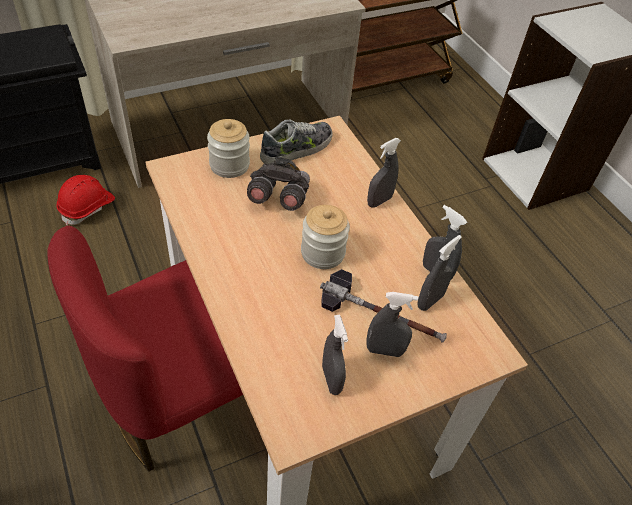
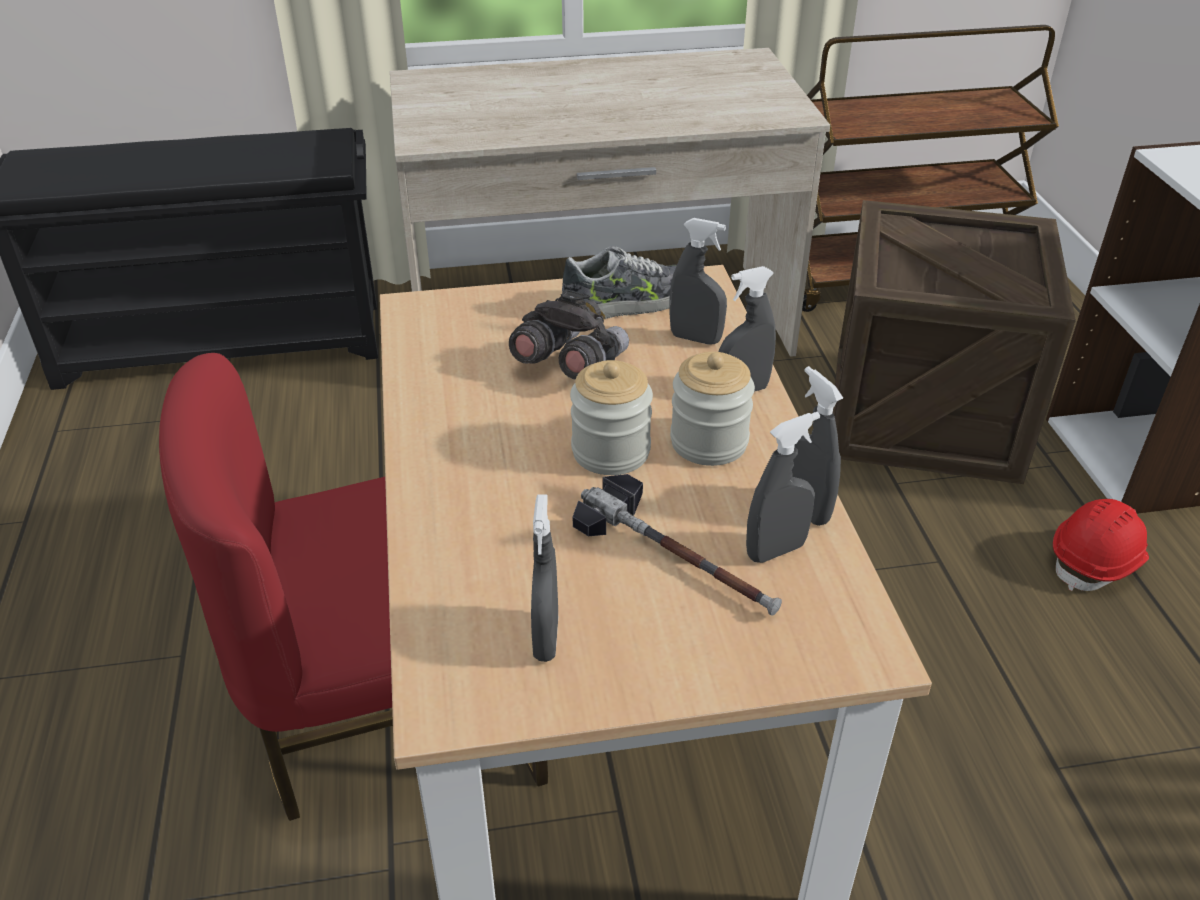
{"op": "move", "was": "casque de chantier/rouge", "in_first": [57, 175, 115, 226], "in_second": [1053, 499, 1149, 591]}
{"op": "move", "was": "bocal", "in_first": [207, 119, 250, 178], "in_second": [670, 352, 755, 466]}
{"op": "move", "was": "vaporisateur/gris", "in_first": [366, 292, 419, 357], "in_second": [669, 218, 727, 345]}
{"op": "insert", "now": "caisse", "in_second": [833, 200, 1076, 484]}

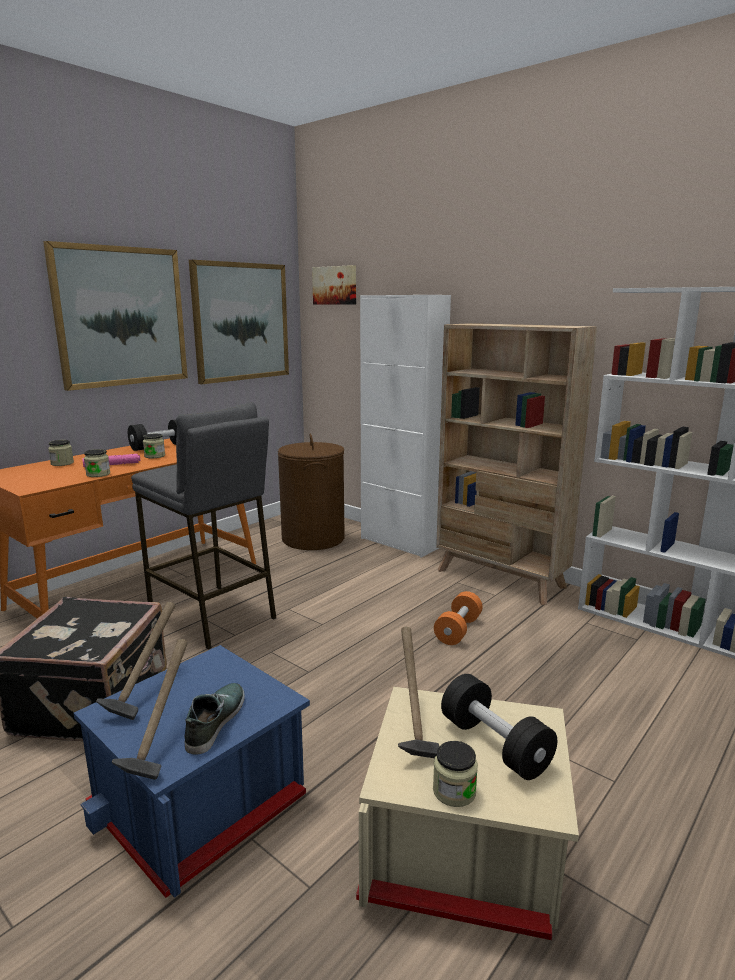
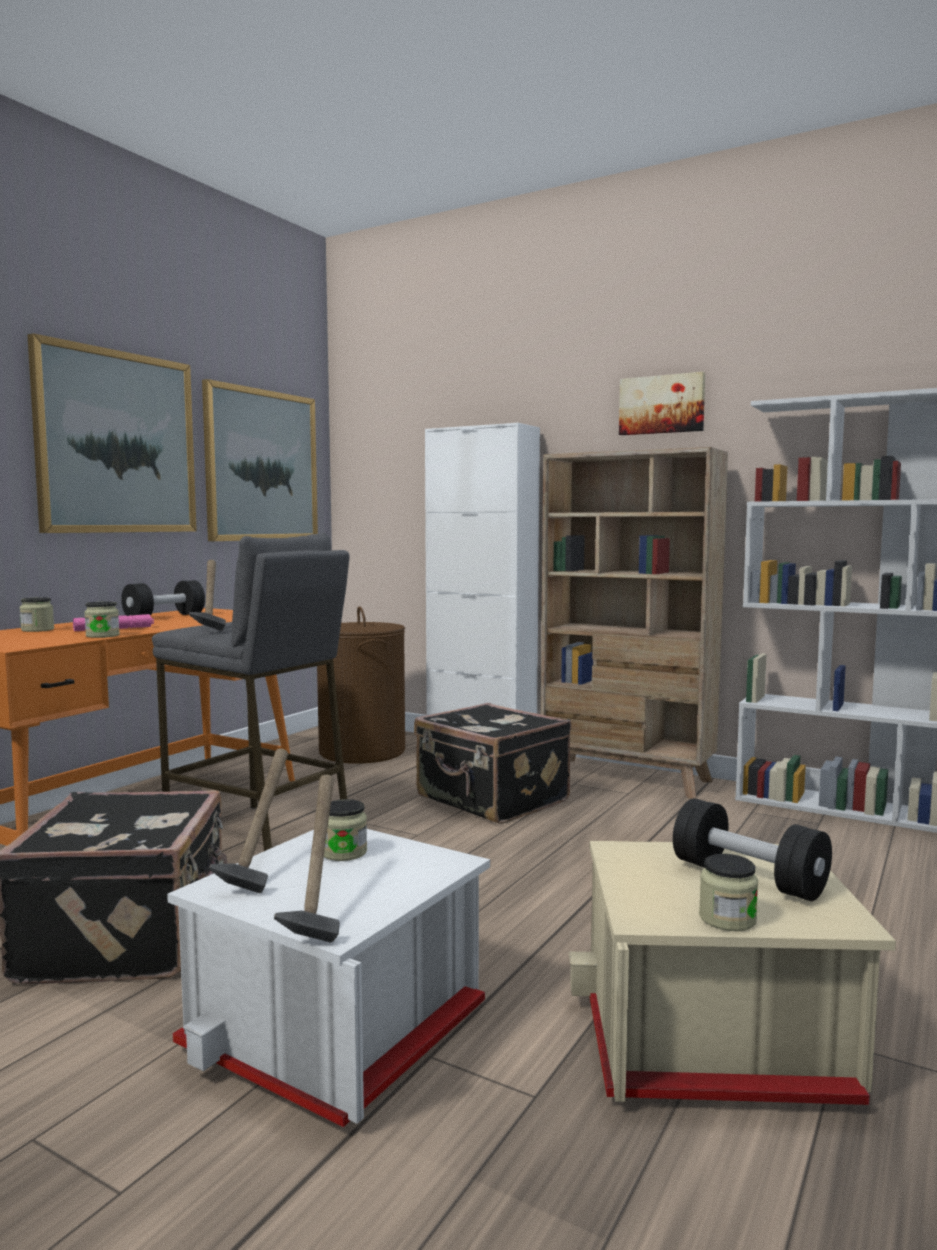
{"op": "recolor", "was": "boîte de rangement/bleu", "now": "boîte de rangement/blanc", "in_first": [73, 645, 310, 898], "in_second": [167, 829, 490, 1127]}
{"op": "move", "was": "bocal", "in_first": [143, 434, 165, 458], "in_second": [324, 799, 367, 861]}
{"op": "delete", "was": "chaussure", "in_first": [185, 683, 245, 755]}
{"op": "move", "was": "tableau", "in_first": [312, 265, 356, 305], "in_second": [619, 372, 705, 435]}
{"op": "move", "was": "marteau", "in_first": [398, 627, 439, 758], "in_second": [189, 560, 226, 631]}
{"op": "delete", "was": "haltère/orange", "in_first": [434, 591, 483, 645]}
{"op": "insert", "now": "valise/noir", "in_second": [414, 703, 571, 824]}

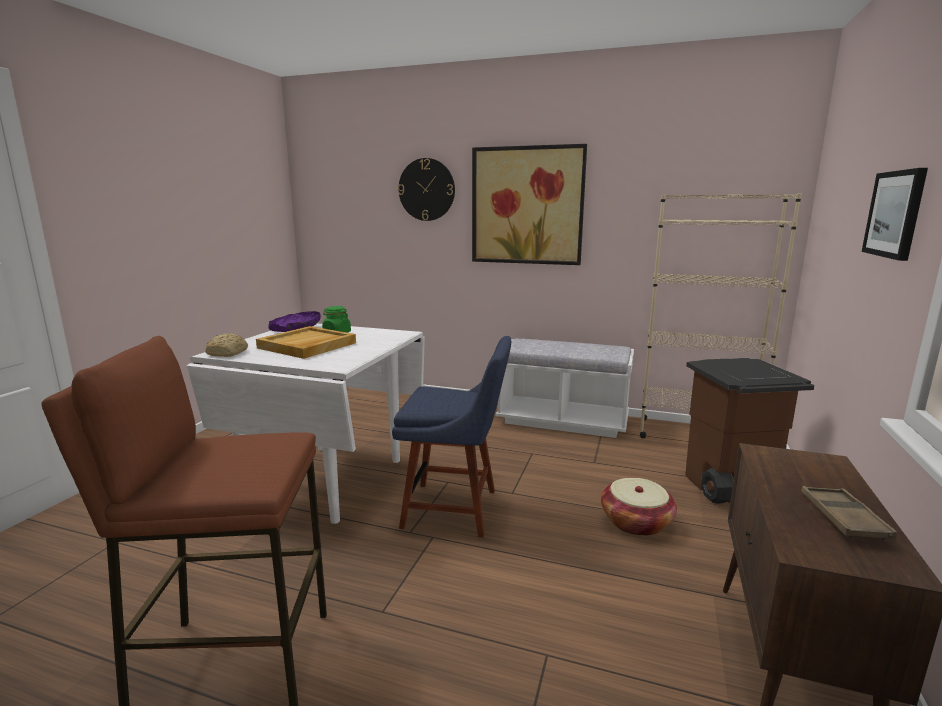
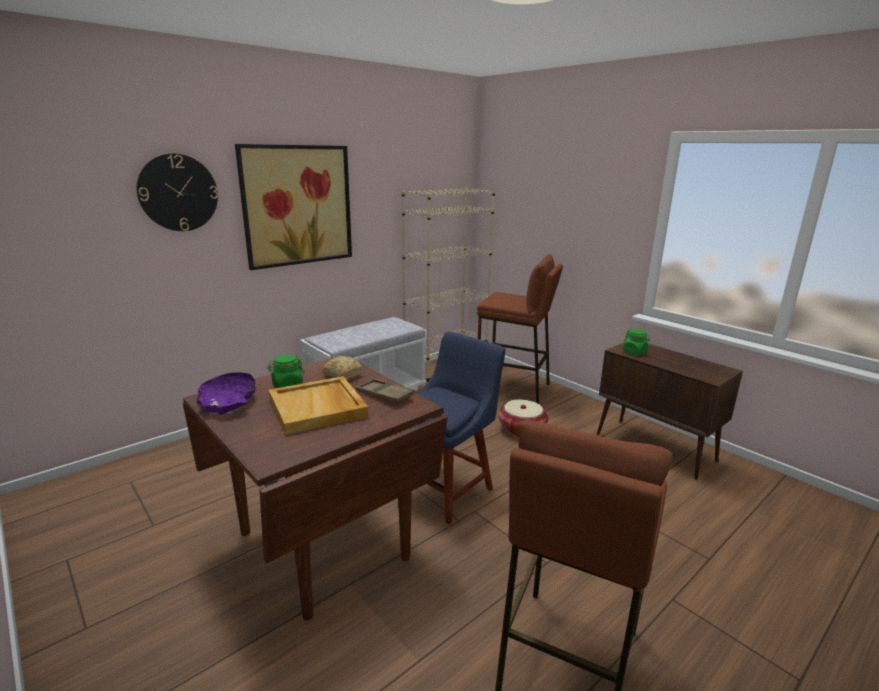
{"op": "recolor", "was": "table à manger/blanc", "now": "table à manger/marron", "in_first": [186, 324, 425, 524], "in_second": [182, 355, 448, 620]}
{"op": "move", "was": "pain", "in_first": [205, 333, 248, 357], "in_second": [322, 356, 363, 380]}
{"op": "replace", "was": "poubelle/marron", "now": "tabouret/marron", "in_first": [685, 358, 814, 504], "in_second": [477, 254, 563, 404]}
{"op": "move", "was": "plateau/marron", "in_first": [801, 486, 897, 541], "in_second": [356, 379, 415, 404]}
{"op": "delete", "was": "tableau", "in_first": [862, 168, 928, 261]}
{"op": "insert", "now": "bocal/vert", "in_second": [623, 329, 650, 356]}

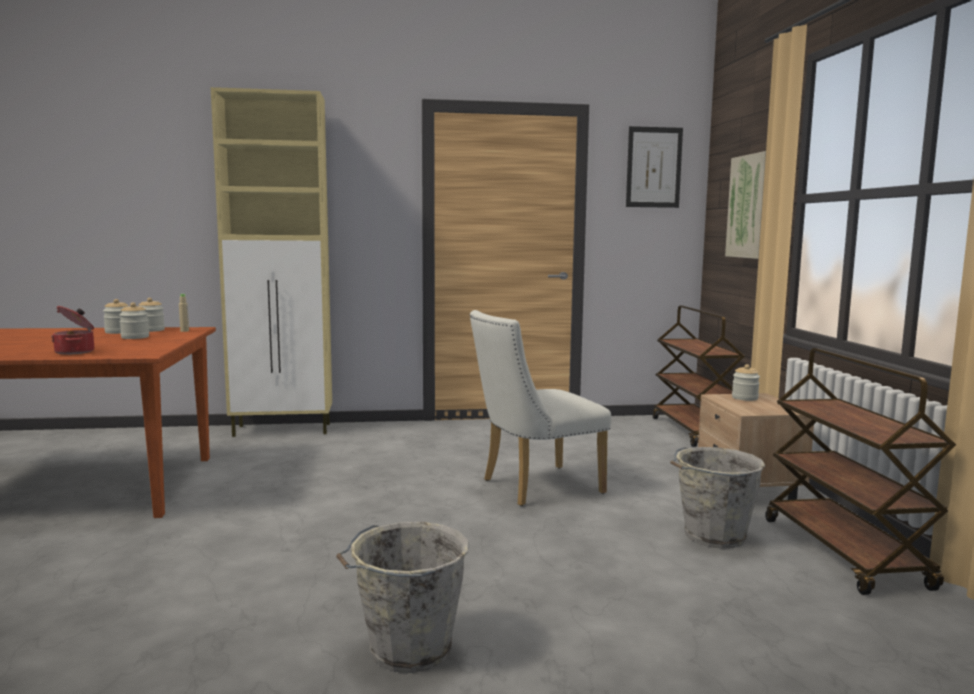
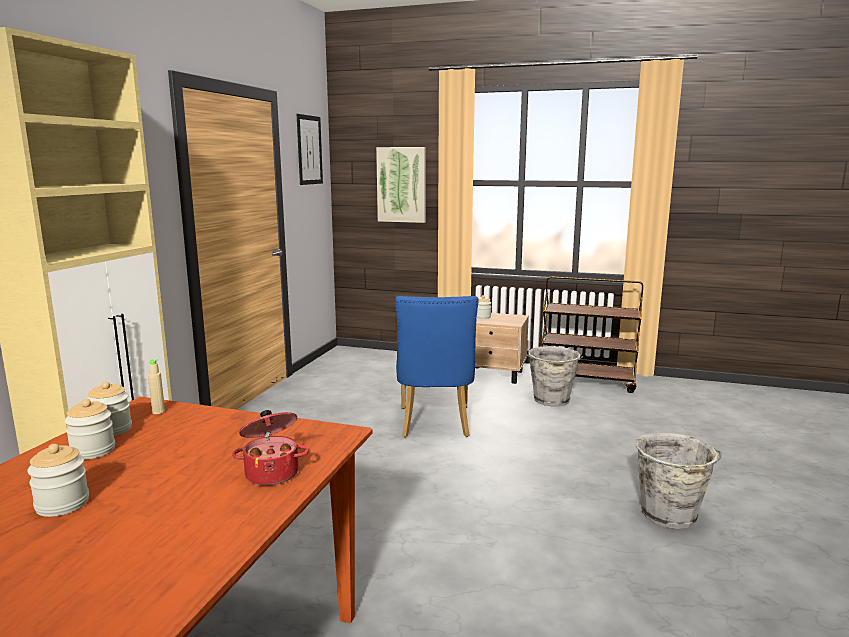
{"op": "move", "was": "bocal", "in_first": [119, 302, 149, 339], "in_second": [27, 444, 89, 517]}
{"op": "recolor", "was": "chaise/blanc", "now": "chaise/bleu", "in_first": [470, 310, 611, 506], "in_second": [395, 296, 478, 437]}
{"op": "delete", "was": "chariot/marron", "in_first": [652, 305, 745, 447]}

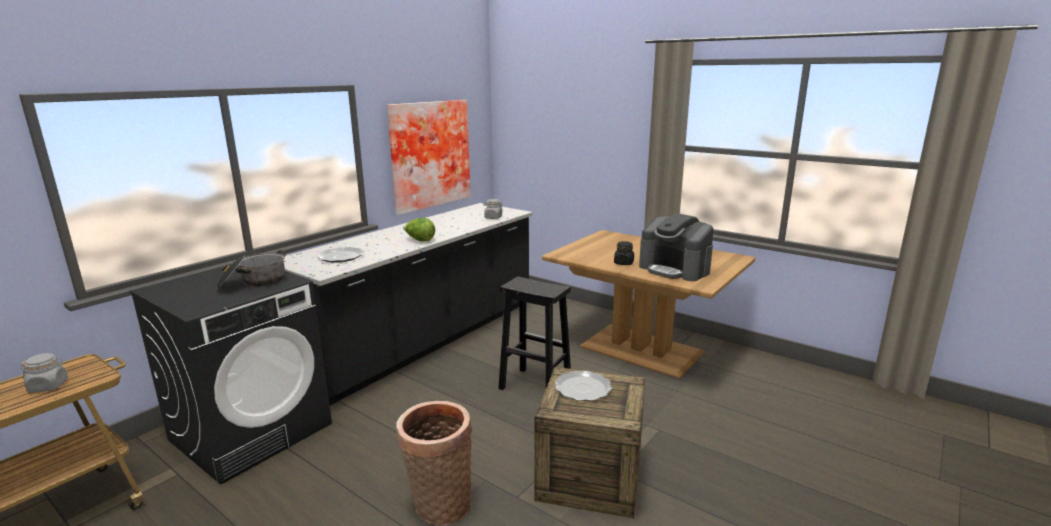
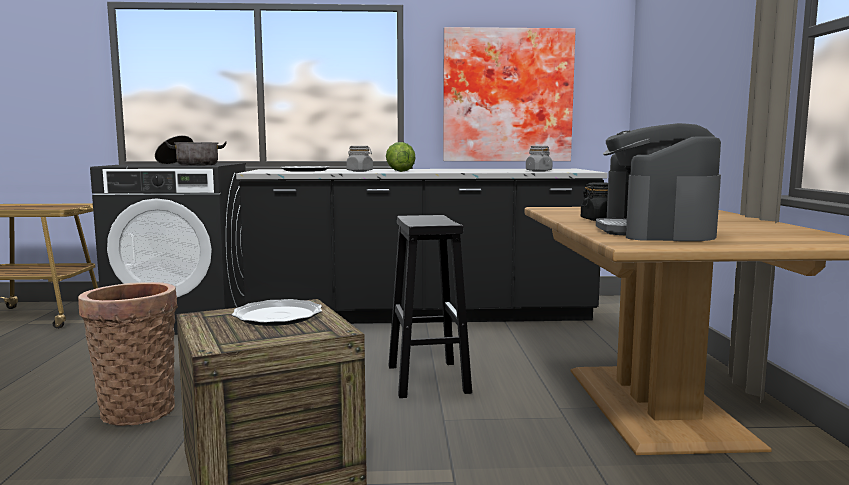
{"op": "move", "was": "bocal/gris", "in_first": [21, 353, 68, 393], "in_second": [346, 146, 373, 172]}

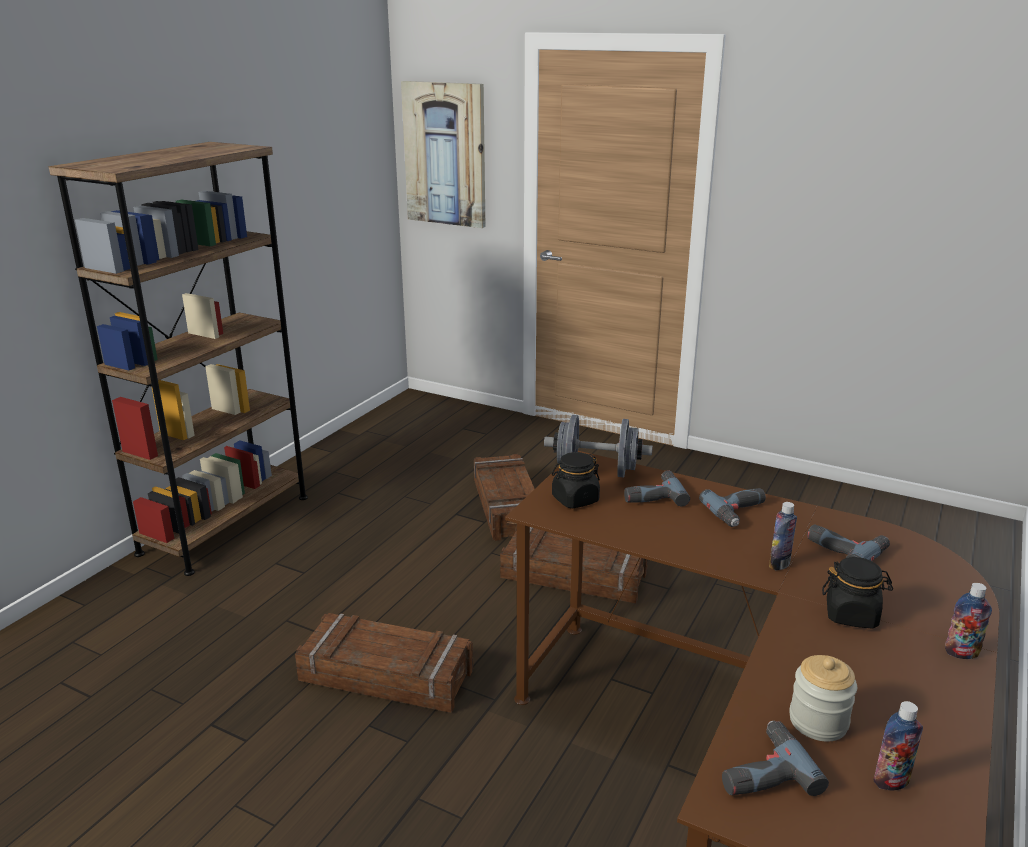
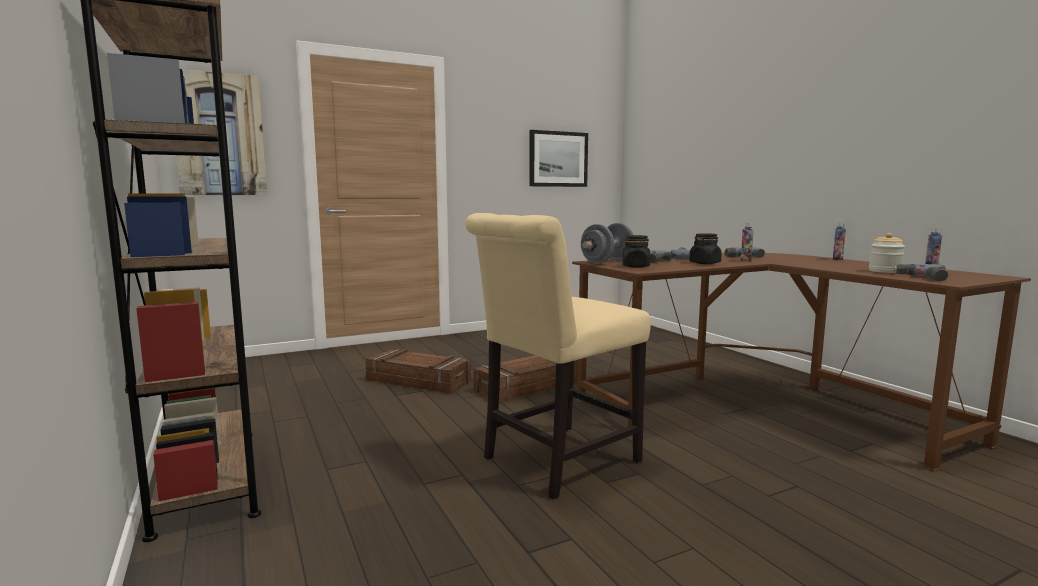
{"op": "replace", "was": "caisse", "now": "chaise/beige", "in_first": [295, 613, 473, 713], "in_second": [465, 213, 651, 500]}
{"op": "move", "was": "bocal/noir", "in_first": [822, 557, 893, 629], "in_second": [689, 233, 722, 264]}
{"op": "insert", "now": "tableau", "in_second": [529, 130, 588, 187]}

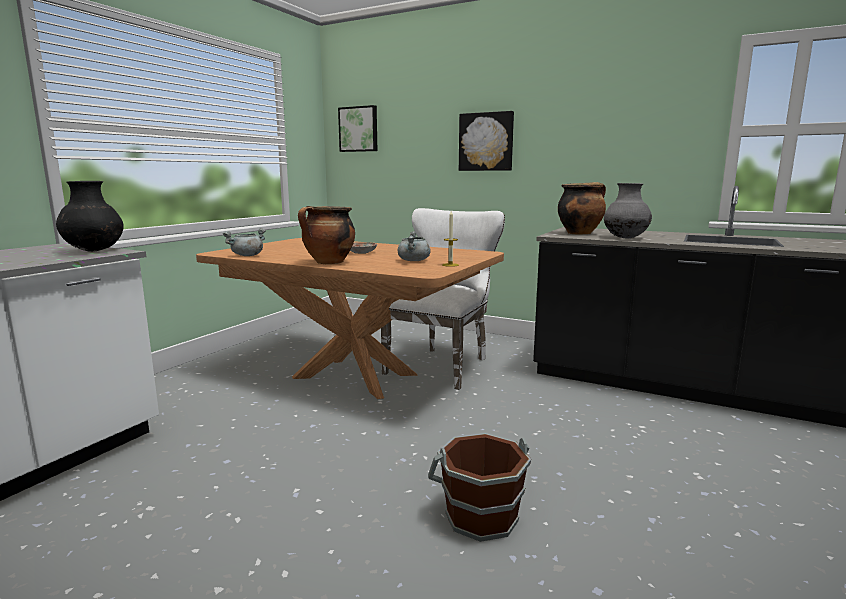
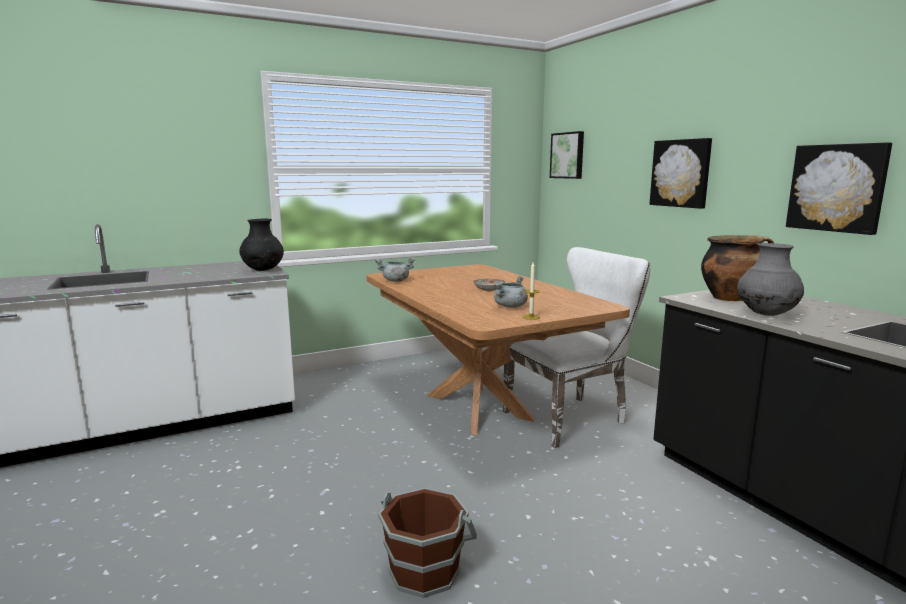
{"op": "delete", "was": "marmite", "in_first": [298, 206, 355, 264]}
{"op": "insert", "now": "tableau", "in_second": [786, 142, 892, 235]}

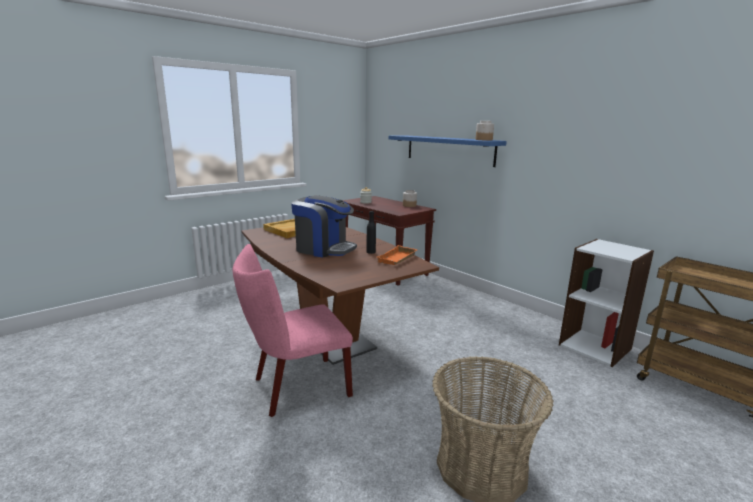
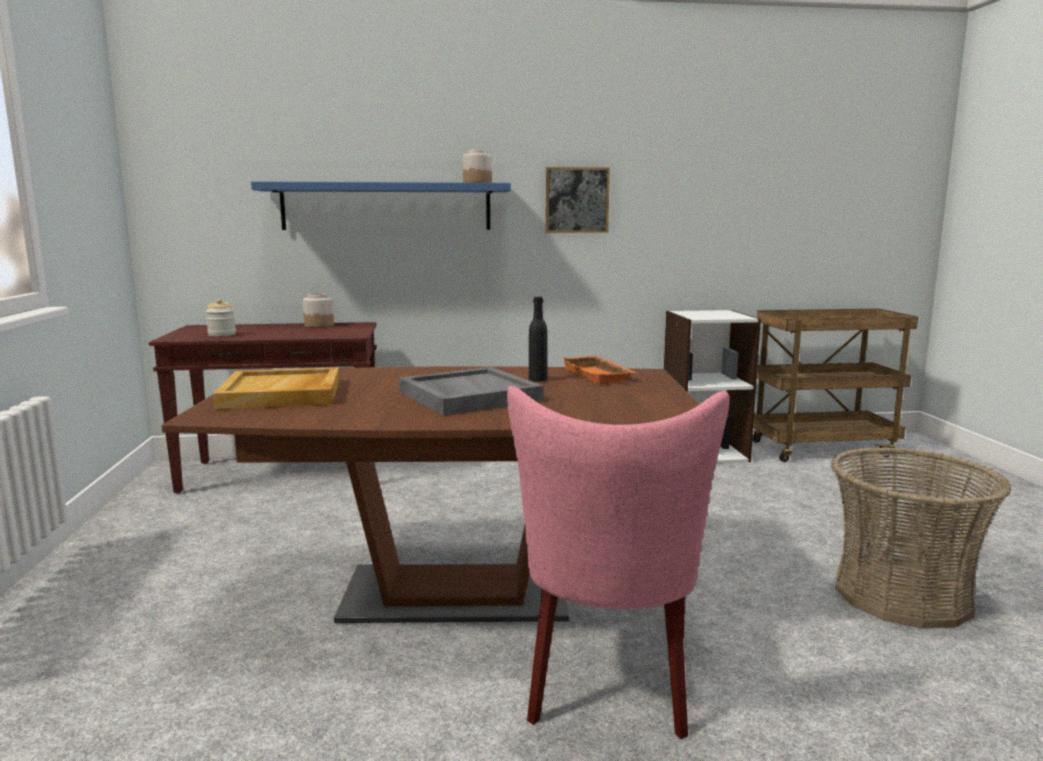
{"op": "replace", "was": "machine à café", "now": "plateau/gris", "in_first": [291, 195, 357, 258], "in_second": [399, 367, 544, 416]}
{"op": "insert", "now": "tableau", "in_second": [546, 167, 610, 233]}

